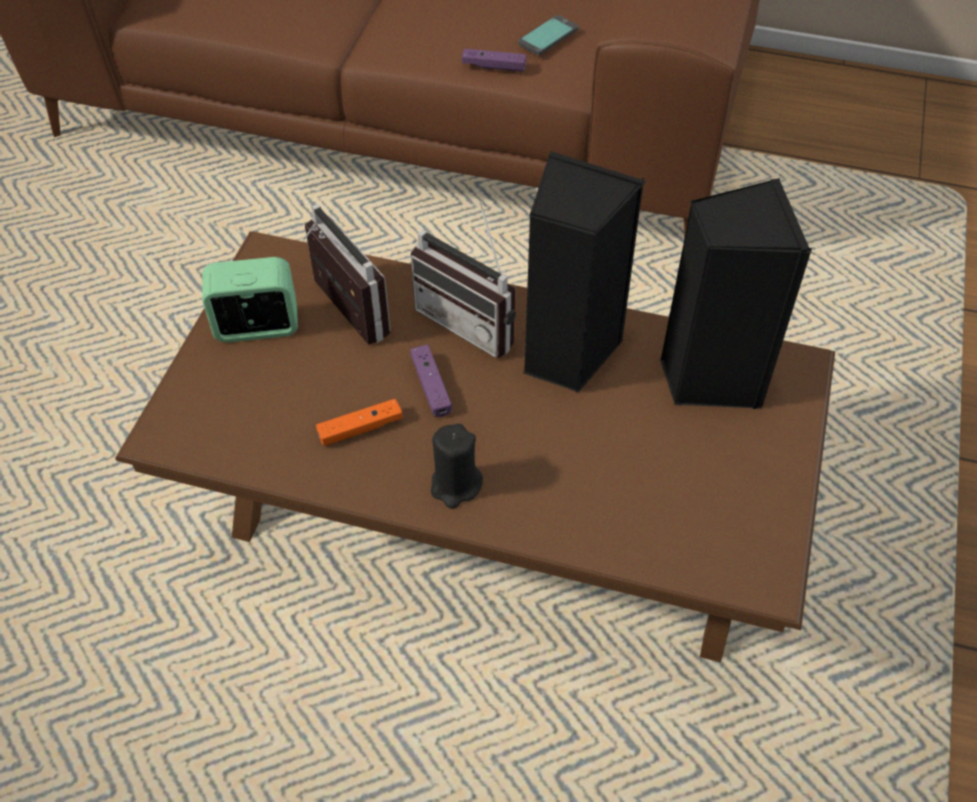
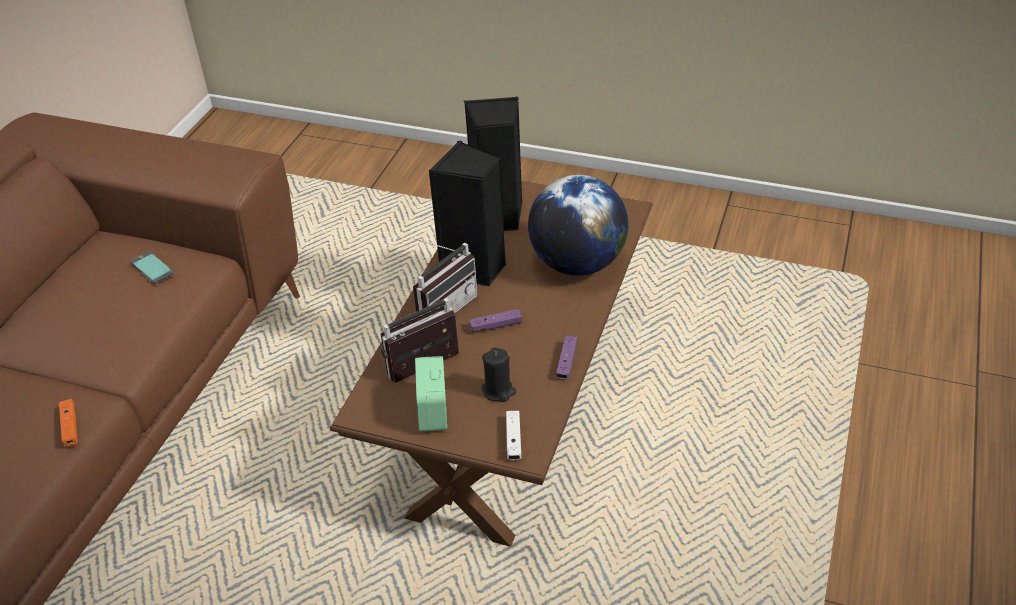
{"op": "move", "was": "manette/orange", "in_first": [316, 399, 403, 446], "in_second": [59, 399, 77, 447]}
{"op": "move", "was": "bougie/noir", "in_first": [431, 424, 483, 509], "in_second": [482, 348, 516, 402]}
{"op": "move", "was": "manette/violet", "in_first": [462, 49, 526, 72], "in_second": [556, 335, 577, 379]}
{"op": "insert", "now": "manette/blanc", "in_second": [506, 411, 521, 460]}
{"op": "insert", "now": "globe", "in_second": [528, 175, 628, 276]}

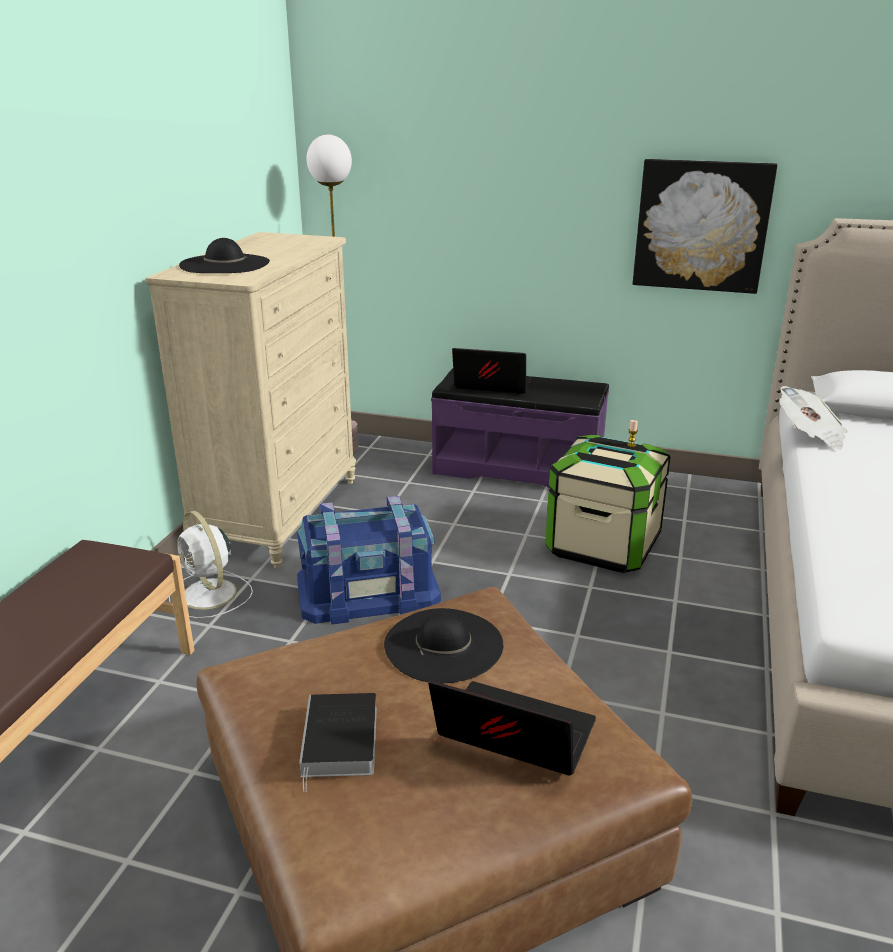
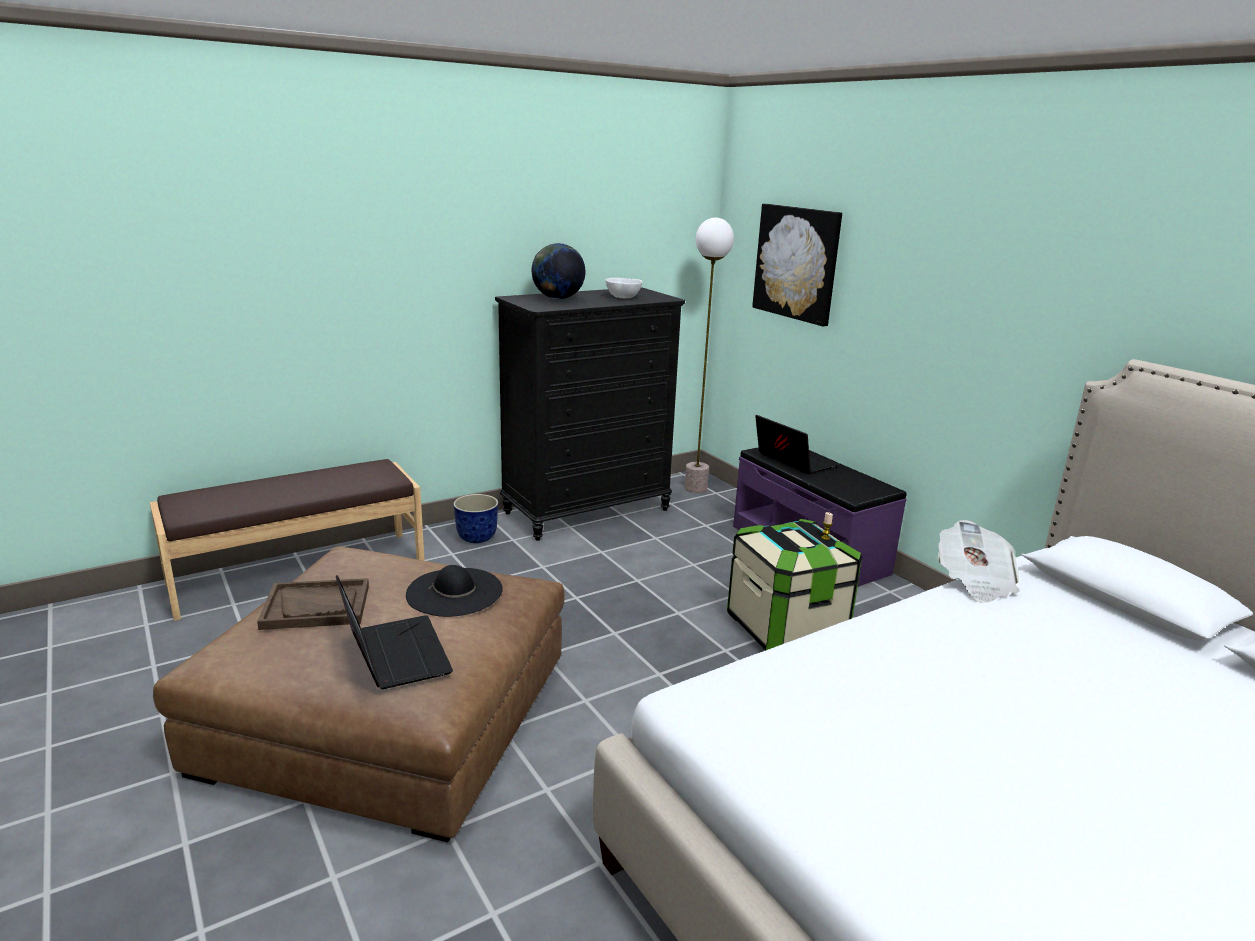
{"op": "recolor", "was": "commode/beige", "now": "commode/noir", "in_first": [145, 232, 356, 568], "in_second": [495, 287, 685, 541]}
{"op": "replace", "was": "ventilateur/blanc", "now": "cache-pot", "in_first": [169, 511, 253, 619], "in_second": [453, 494, 498, 543]}
{"op": "replace", "was": "chapeau/noir", "now": "globe", "in_first": [179, 238, 270, 273], "in_second": [532, 243, 585, 299]}
{"op": "delete", "was": "boîte de rangement/bleu", "in_first": [297, 496, 441, 624]}
{"op": "replace", "was": "livre", "now": "plateau/marron", "in_first": [299, 693, 377, 792], "in_second": [257, 578, 369, 630]}
{"op": "move", "was": "tableau", "in_first": [633, 159, 777, 294], "in_second": [752, 204, 842, 326]}
{"op": "insert", "now": "bol/blanc", "in_second": [605, 278, 643, 298]}

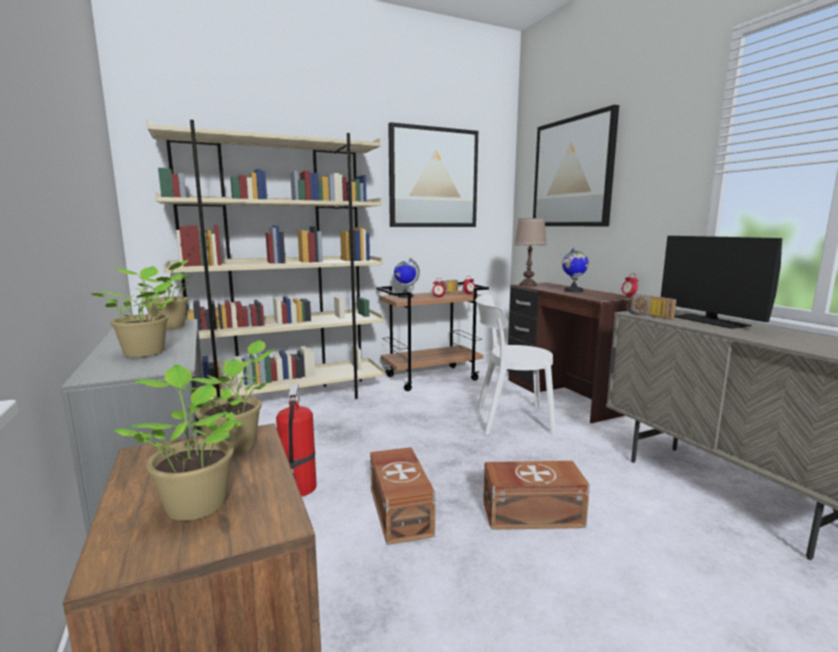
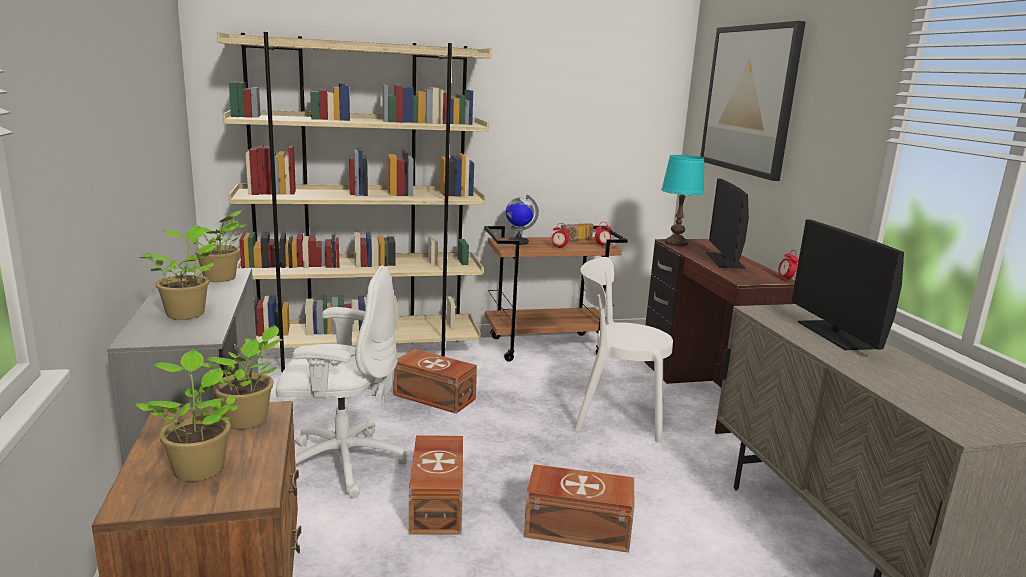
{"op": "replace", "was": "extincteur", "now": "chaise de bureau/blanc", "in_first": [276, 384, 317, 497], "in_second": [276, 265, 407, 498]}
{"op": "delete", "was": "tableau", "in_first": [388, 122, 478, 227]}
{"op": "recolor", "was": "lampe de table/marron", "now": "lampe de table/turquoise", "in_first": [514, 218, 547, 286], "in_second": [661, 155, 704, 246]}
{"op": "replace", "was": "globe", "now": "écran d'ordinateur", "in_first": [562, 248, 589, 292], "in_second": [706, 178, 749, 269]}
{"op": "delete", "was": "radio", "in_first": [627, 294, 677, 320]}
{"op": "insert", "now": "boîte de rangement/marron", "in_second": [393, 349, 477, 414]}

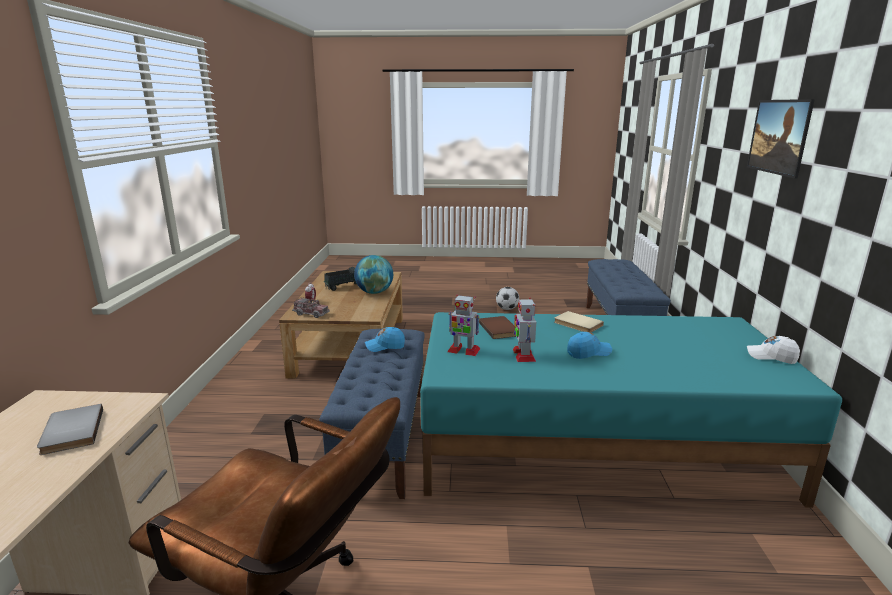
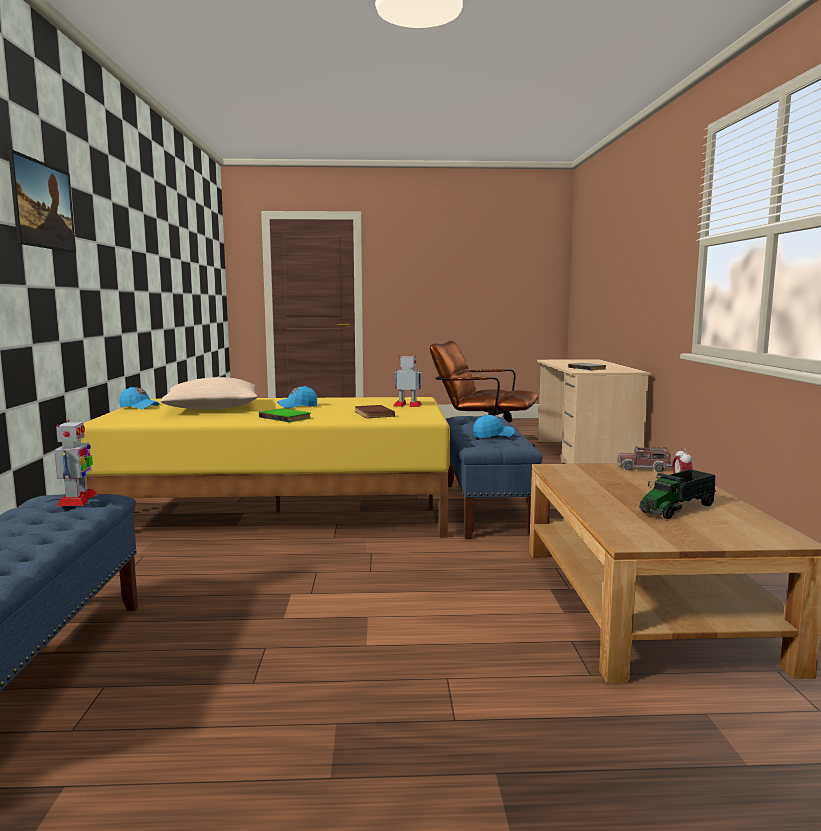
{"op": "delete", "was": "globe", "in_first": [354, 255, 393, 294]}
{"op": "recolor", "was": "lit/turquoise", "now": "lit/jaune", "in_first": [420, 312, 842, 508], "in_second": [81, 397, 450, 538]}
{"op": "delete", "was": "ballon de foot", "in_first": [496, 287, 519, 310]}
{"op": "move", "was": "robot jouet", "in_first": [513, 298, 536, 362], "in_second": [54, 420, 97, 506]}
{"op": "recolor", "was": "livre/beige", "now": "livre/vert", "in_first": [554, 311, 604, 333], "in_second": [259, 408, 310, 422]}
{"op": "recolor", "was": "casquette/blanc", "now": "casquette/bleu", "in_first": [747, 336, 800, 364], "in_second": [119, 387, 160, 409]}
{"op": "insert", "now": "coussin/beige", "in_second": [160, 377, 258, 410]}

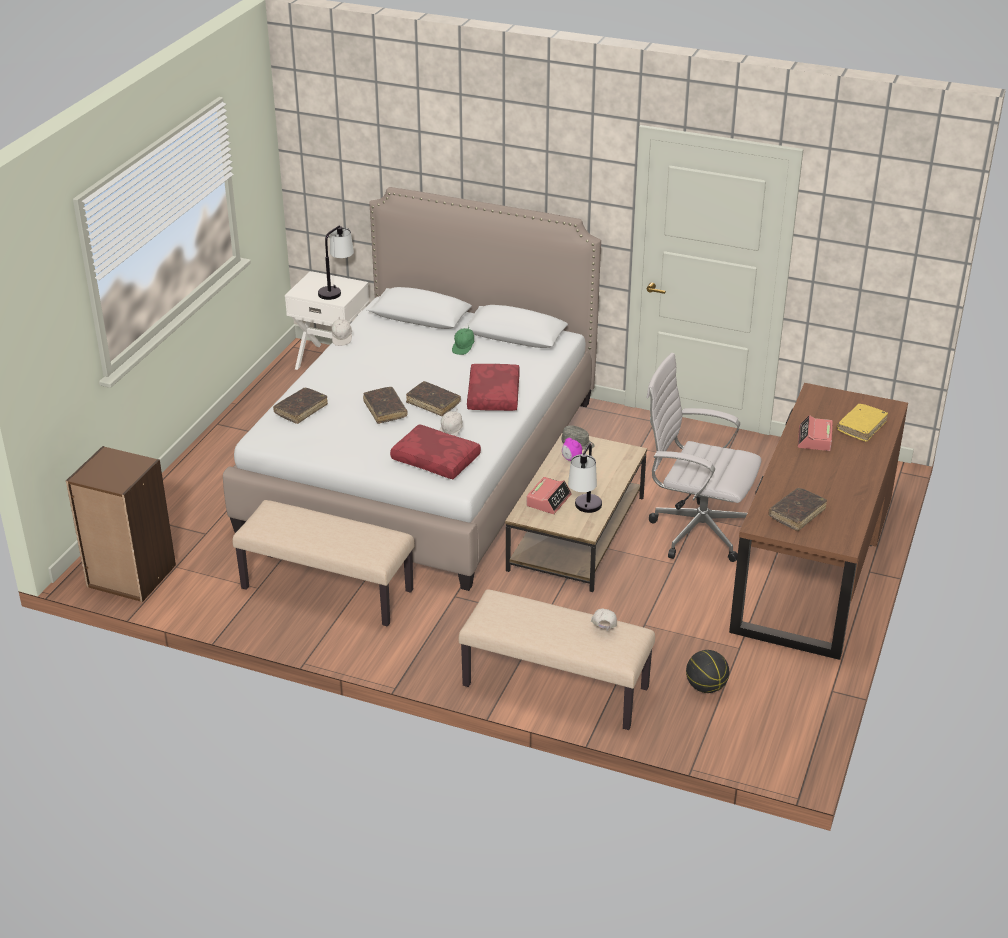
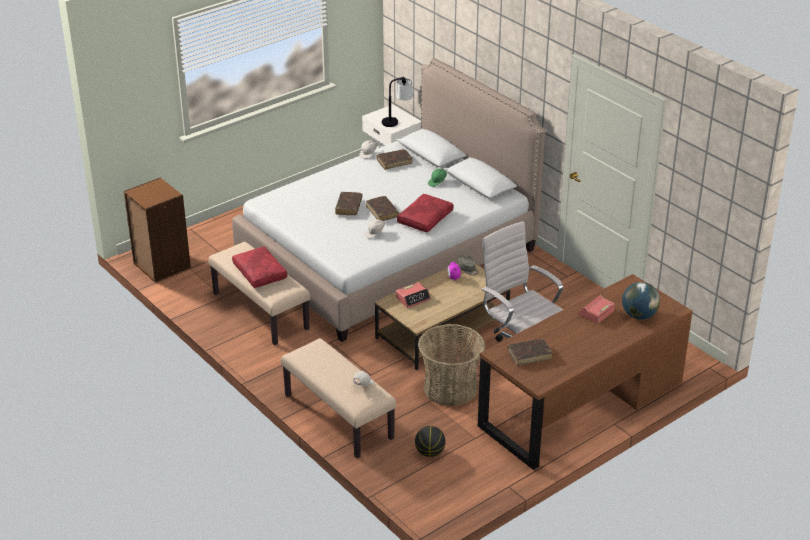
{"op": "move", "was": "livre/marron", "in_first": [273, 388, 328, 424], "in_second": [376, 149, 413, 170]}
{"op": "move", "was": "coussin/rouge", "in_first": [390, 424, 481, 479], "in_second": [232, 246, 287, 288]}
{"op": "delete", "was": "lampe de table", "in_first": [568, 443, 602, 513]}
{"op": "replace", "was": "livre/jaune", "now": "globe", "in_first": [837, 404, 888, 442], "in_second": [622, 282, 660, 320]}
{"op": "insert", "now": "panier", "in_second": [418, 324, 485, 406]}

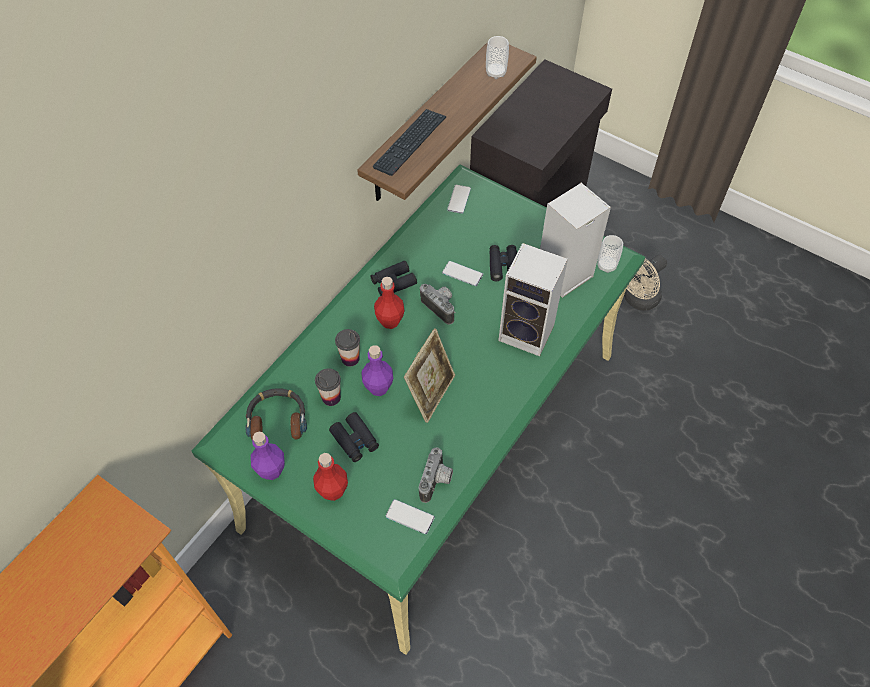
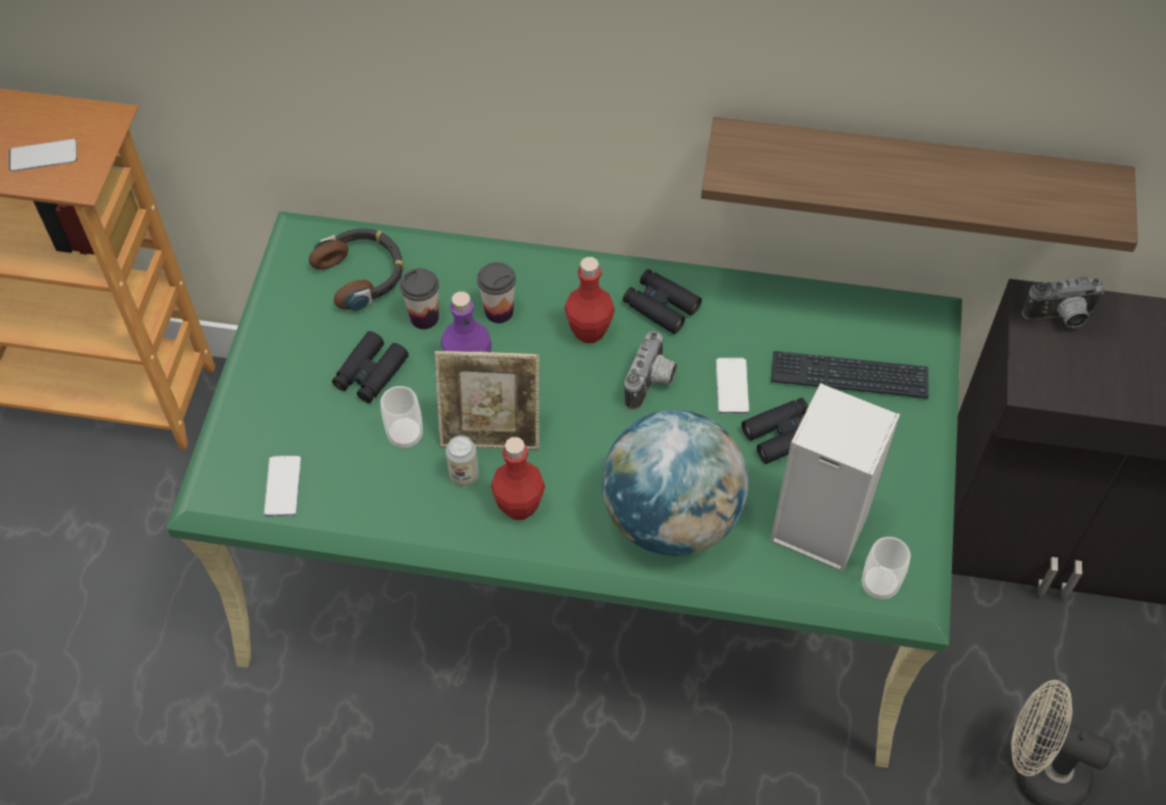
{"op": "delete", "was": "bouteille/violet", "in_first": [251, 432, 285, 480]}
{"op": "move", "was": "bouteille/rouge", "in_first": [313, 453, 348, 501], "in_second": [491, 437, 545, 520]}
{"op": "move", "was": "clavier", "in_first": [373, 109, 446, 176], "in_second": [771, 351, 929, 399]}
{"op": "move", "was": "appareil photo", "in_first": [419, 447, 453, 503], "in_second": [1022, 276, 1104, 328]}
{"op": "move", "was": "téléphone", "in_first": [447, 185, 471, 214], "in_second": [9, 139, 77, 171]}
{"op": "move", "was": "tasse", "in_first": [486, 36, 509, 79], "in_second": [381, 386, 423, 449]}
{"op": "replace", "was": "enceinte", "now": "globe", "in_first": [498, 243, 568, 356], "in_second": [602, 410, 749, 556]}
{"op": "insert", "now": "boîte métallique", "in_second": [446, 435, 479, 486]}

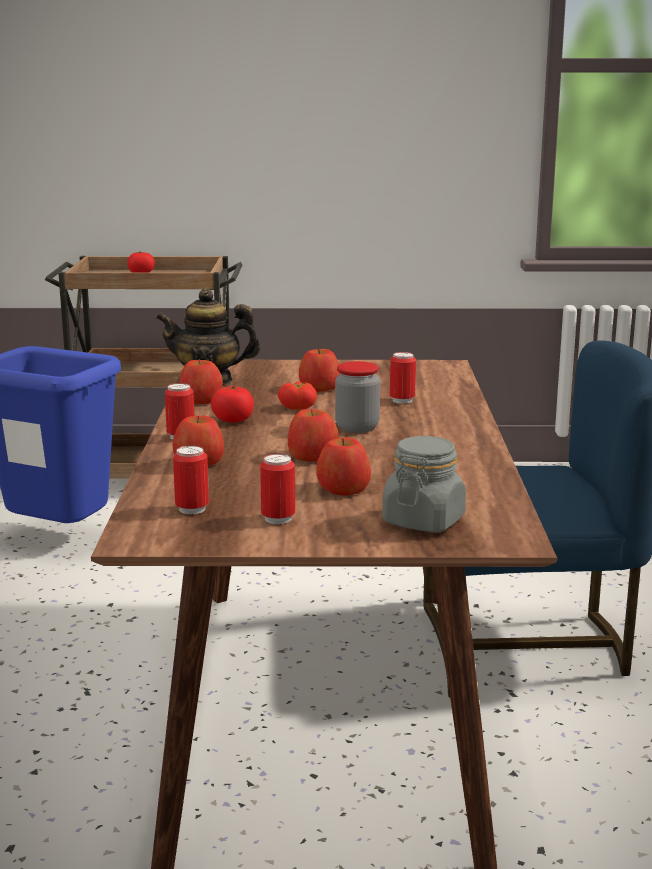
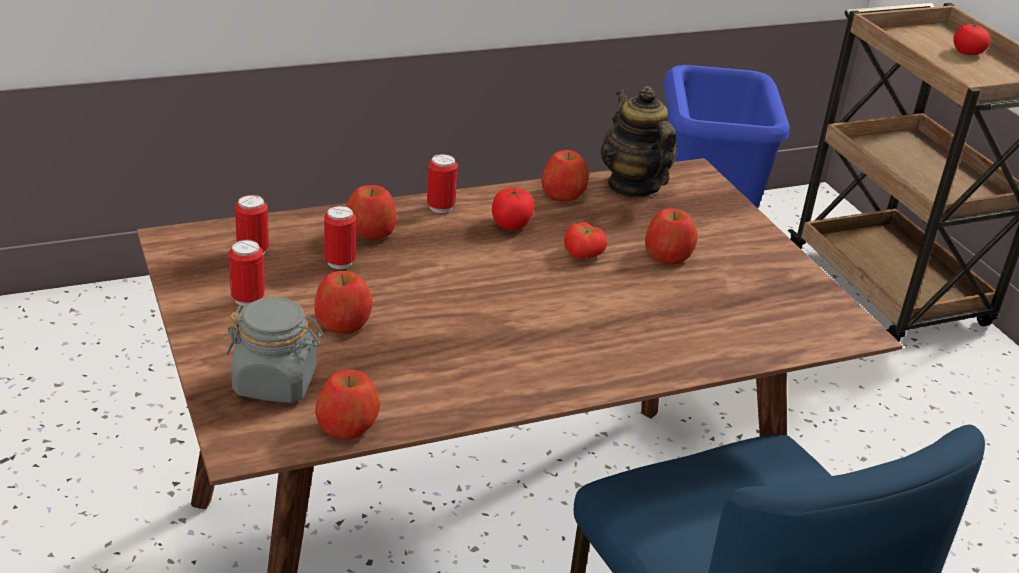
{"op": "move", "was": "pomme", "in_first": [288, 409, 339, 462], "in_second": [315, 370, 380, 440]}
{"op": "delete", "was": "bocal", "in_first": [335, 361, 380, 433]}
{"op": "move", "was": "boîte métallique", "in_first": [390, 352, 416, 404], "in_second": [324, 205, 356, 269]}

